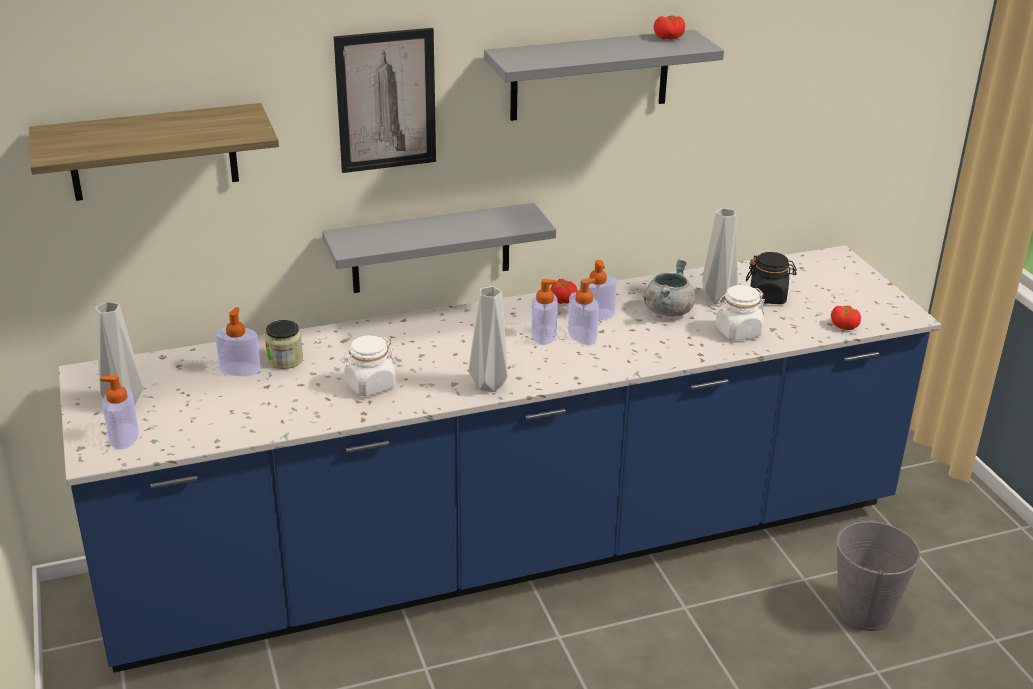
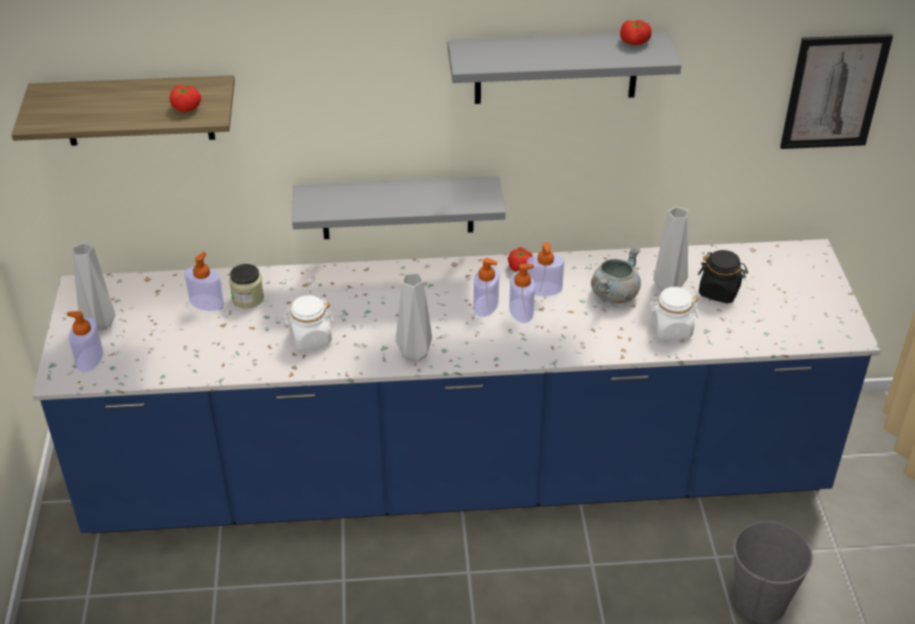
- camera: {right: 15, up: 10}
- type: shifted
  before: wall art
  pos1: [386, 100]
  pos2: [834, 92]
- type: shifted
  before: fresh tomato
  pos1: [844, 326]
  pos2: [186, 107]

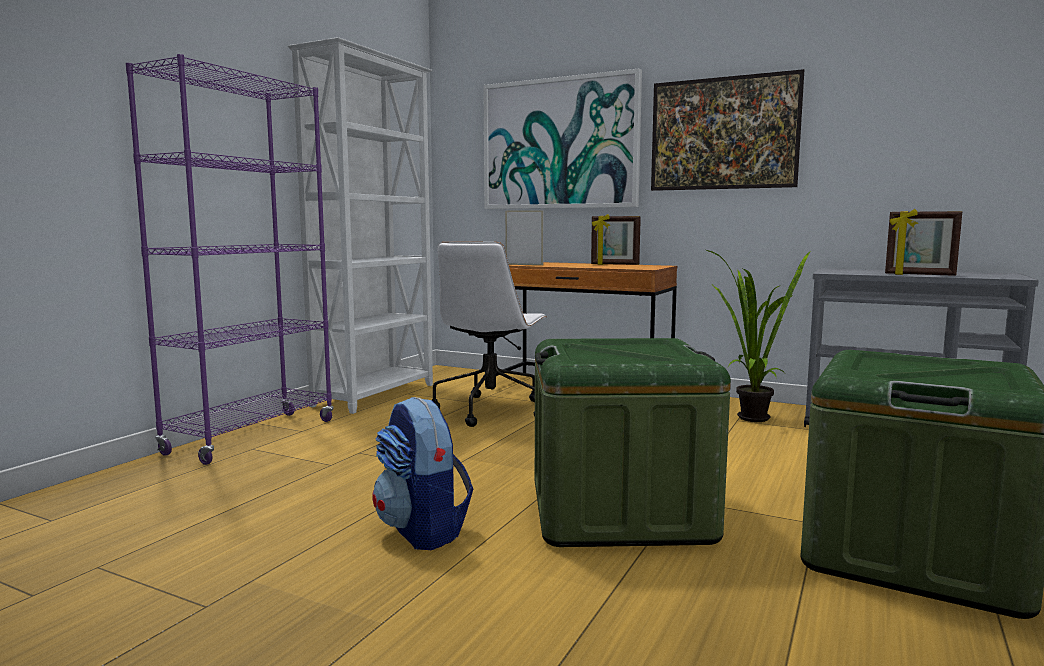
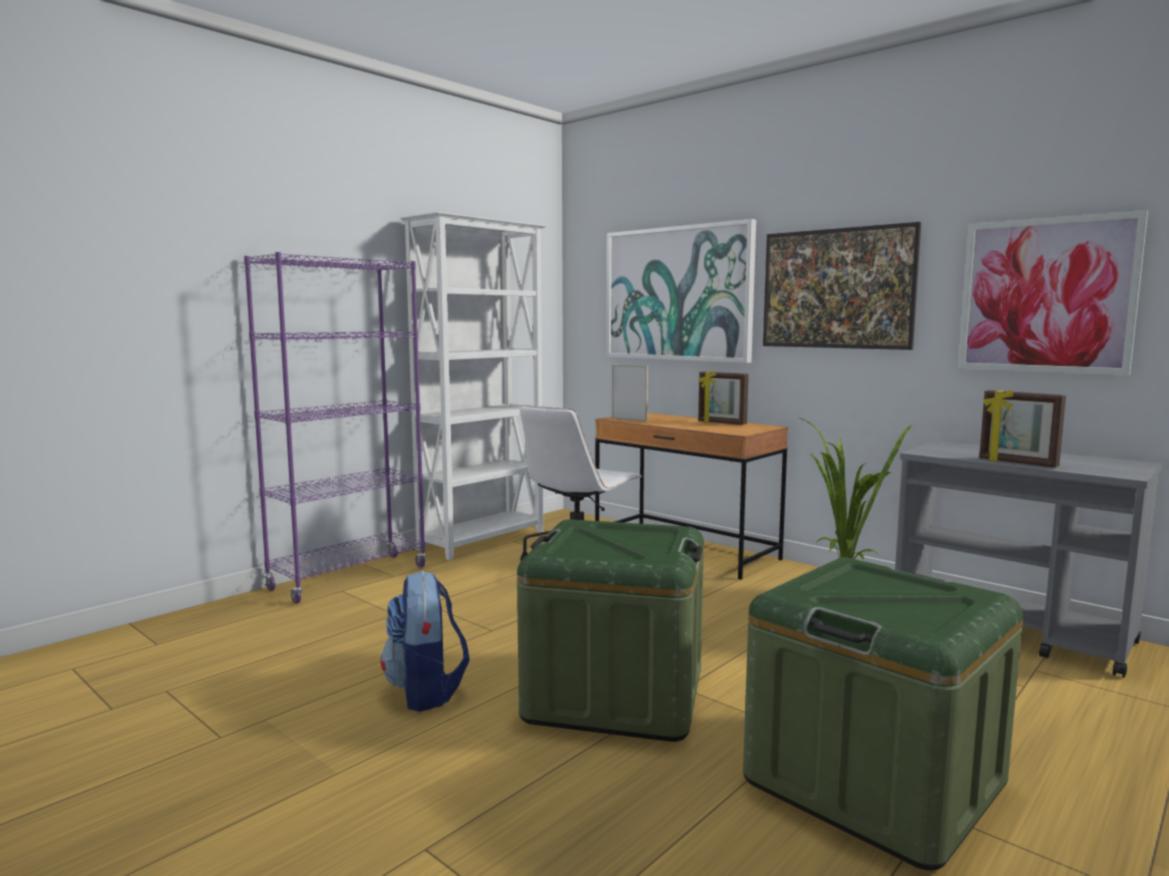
- camera: {right: 15, up: 0}
- type: new
  after: wall art
  pos2: [1046, 295]

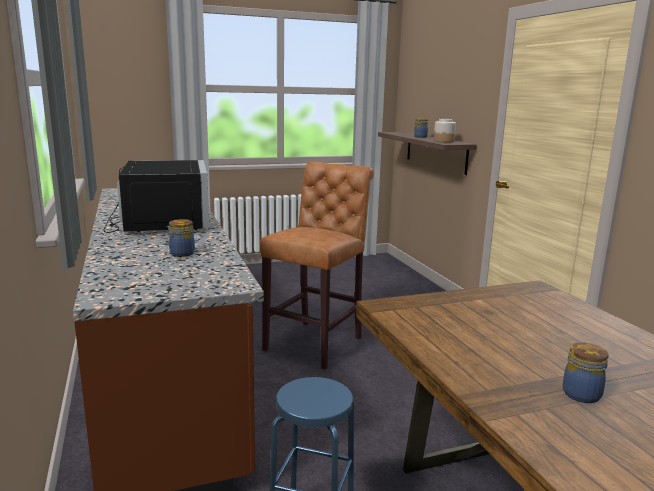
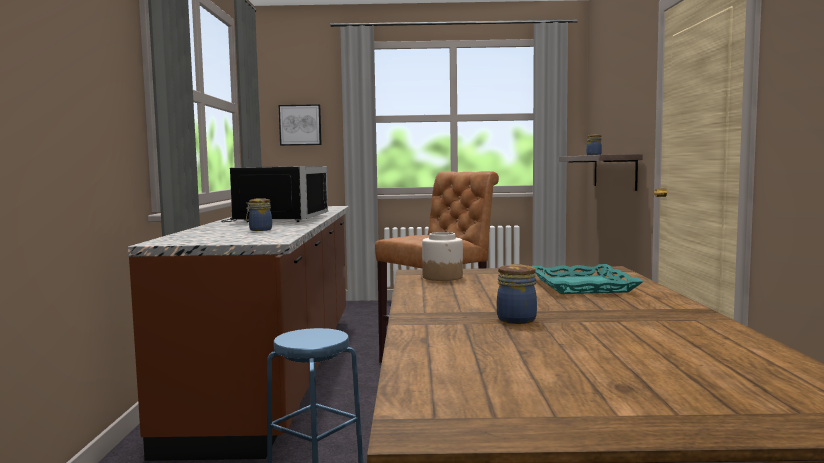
- camera: {right: 20, up: -10}
- type: new
  after: wall art
  pos2: [300, 125]
- type: new
  after: turquoise serving tray
  pos2: [583, 286]
- type: shifted
  before: preserve jar
  pos1: [443, 141]
  pos2: [443, 277]

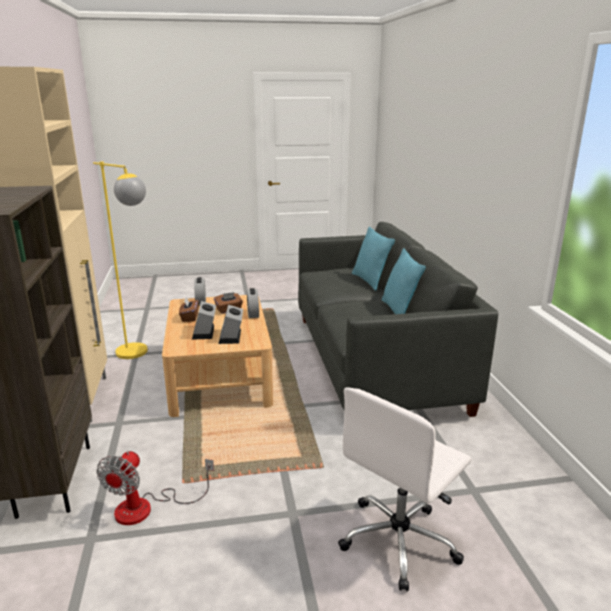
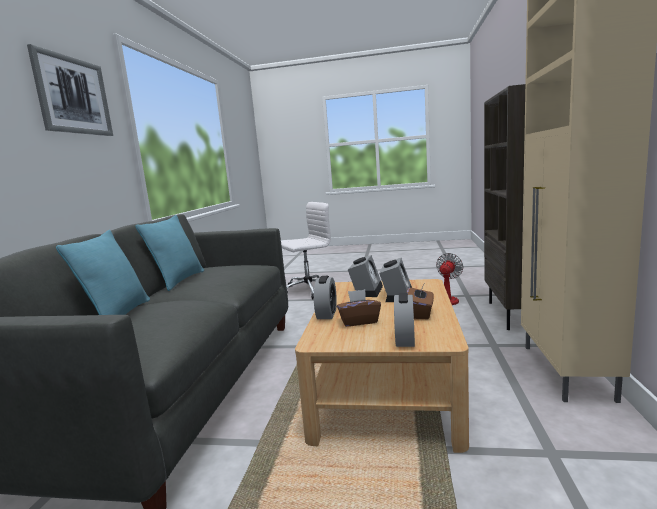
- camera: {right: -160, up: -10}
- type: gone
  before: yellow-coloured standard lamp
  pos1: [139, 354]
- type: new
  after: wall art
  pos2: [73, 96]

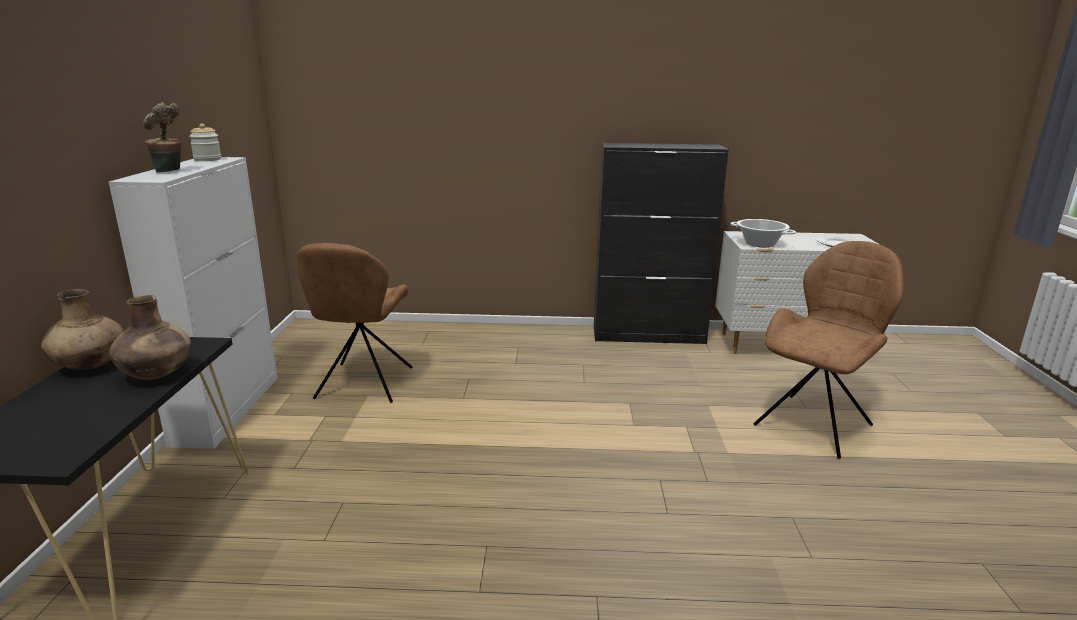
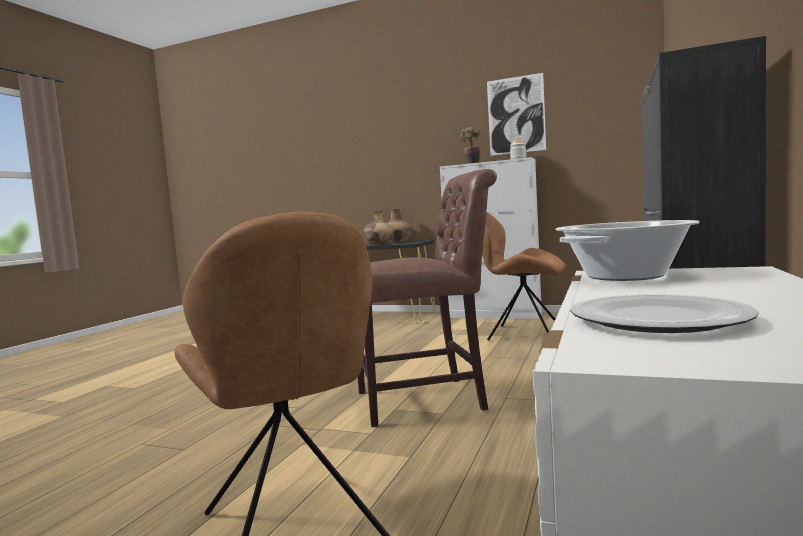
- camera: {right: 110, up: -15}
- type: new
  after: brown-coloured chair
  pos2: [428, 400]
- type: new
  after: wall art
  pos2: [516, 115]

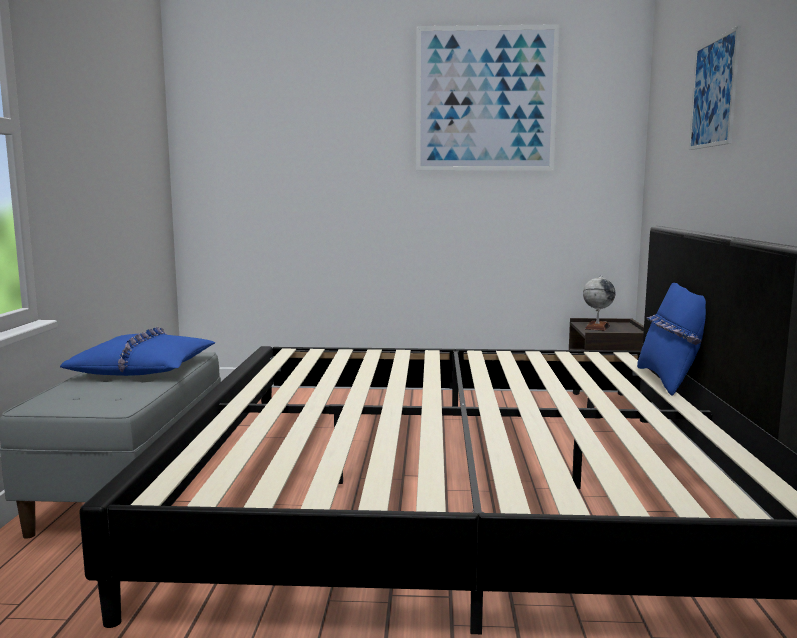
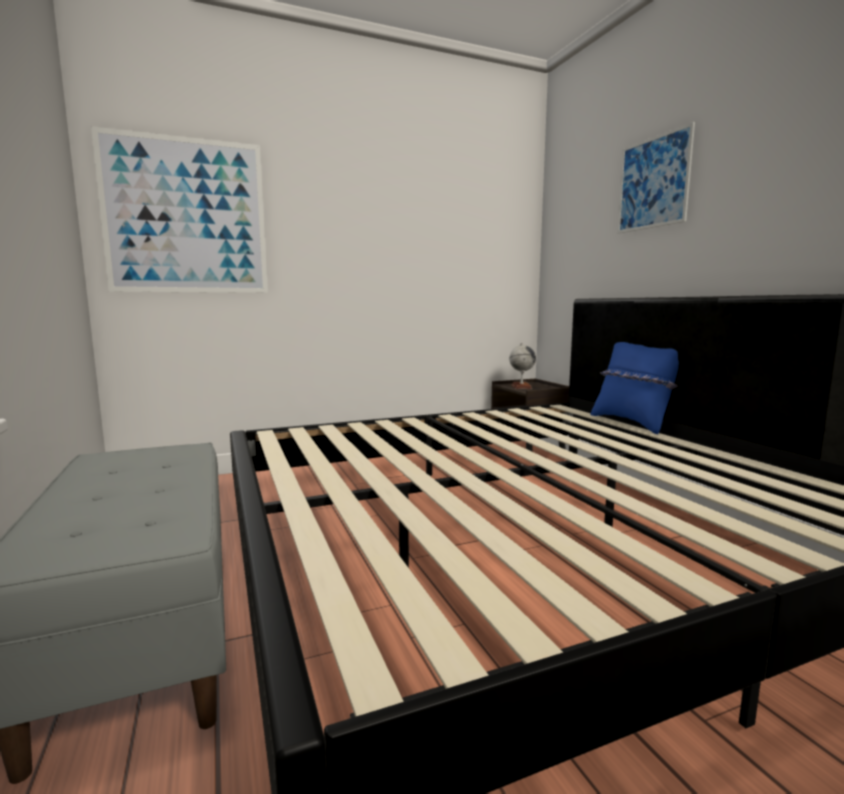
- camera: {right: -25, up: 0}
- type: gone
  before: blue-coloured throw pillow
  pos1: [144, 368]
- type: shifted
  before: wall art
  pos1: [485, 99]
  pos2: [186, 216]

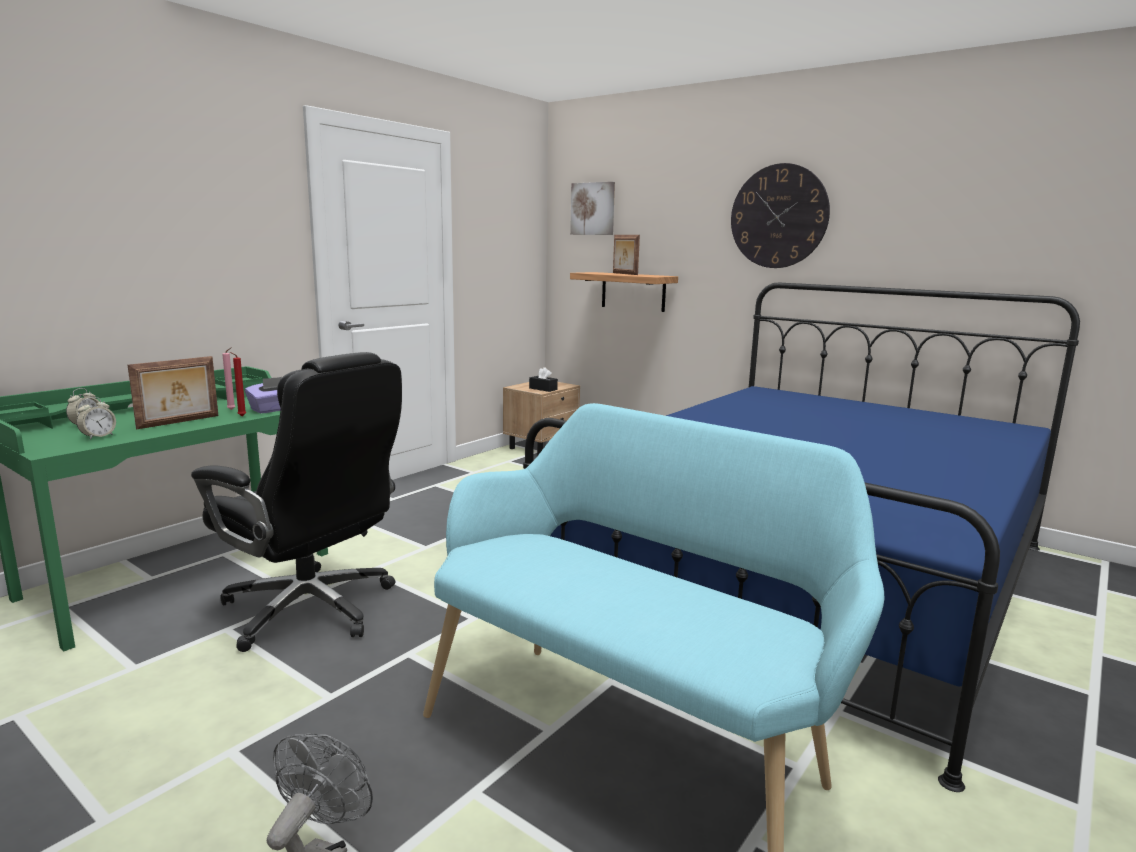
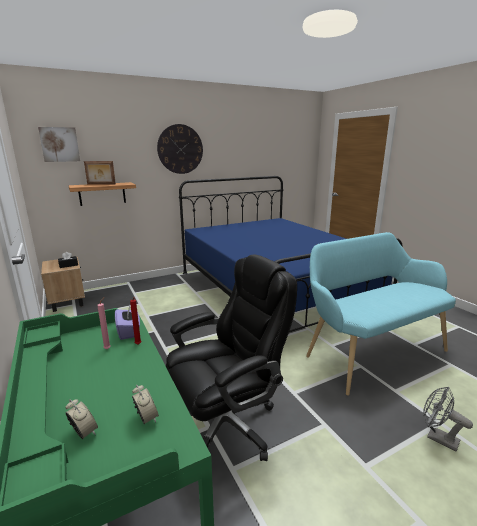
- camera: {right: -65, up: 5}
- type: gone
  before: photo frame
  pos1: [179, 422]

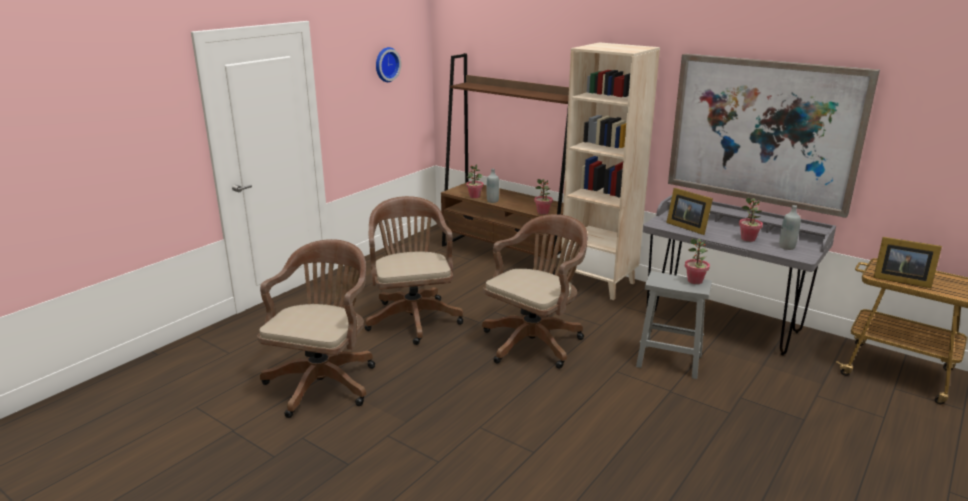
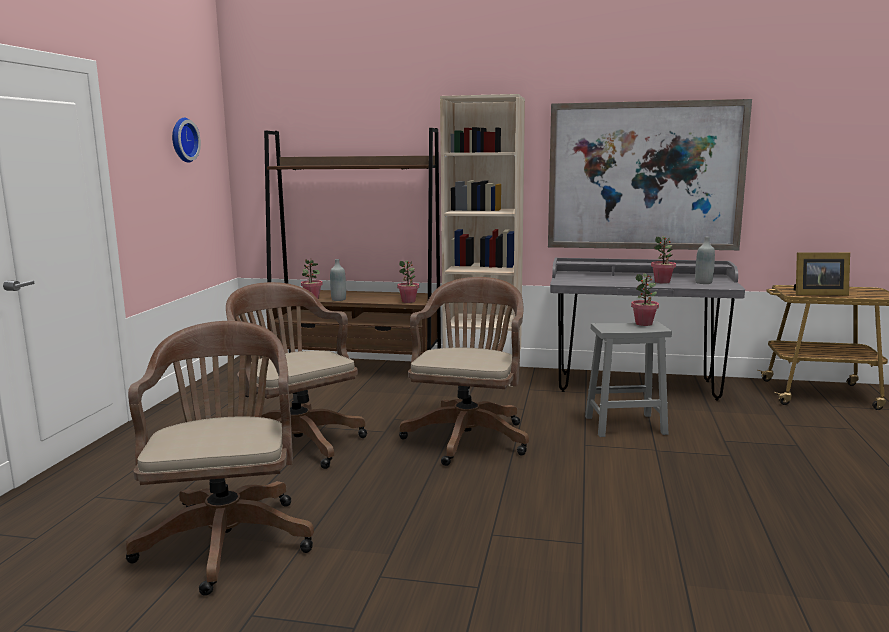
- camera: {right: -25, up: -10}
- type: gone
  before: photo frame
  pos1: [687, 227]

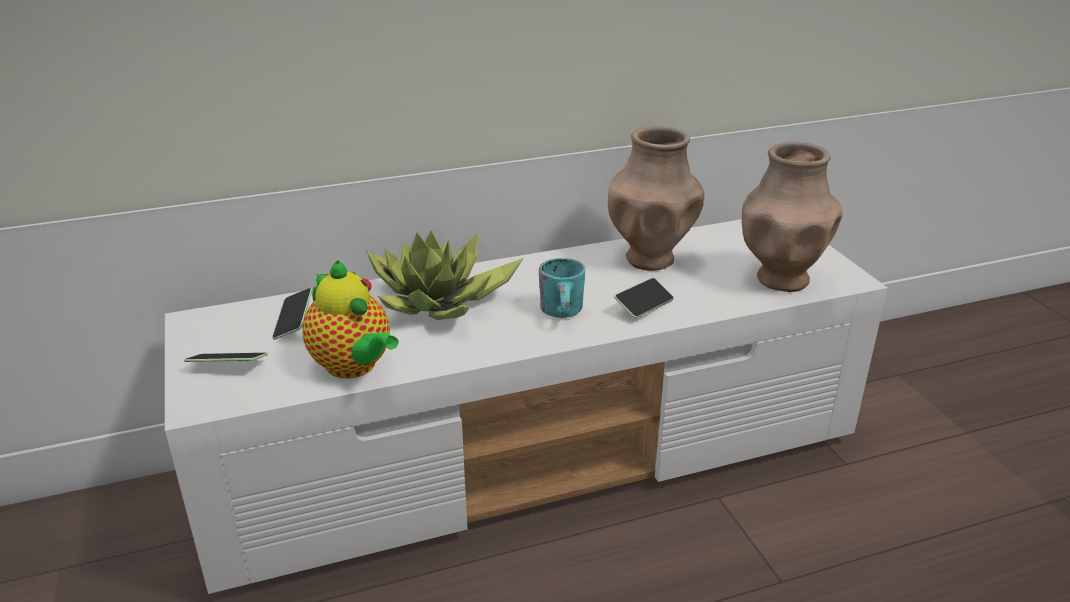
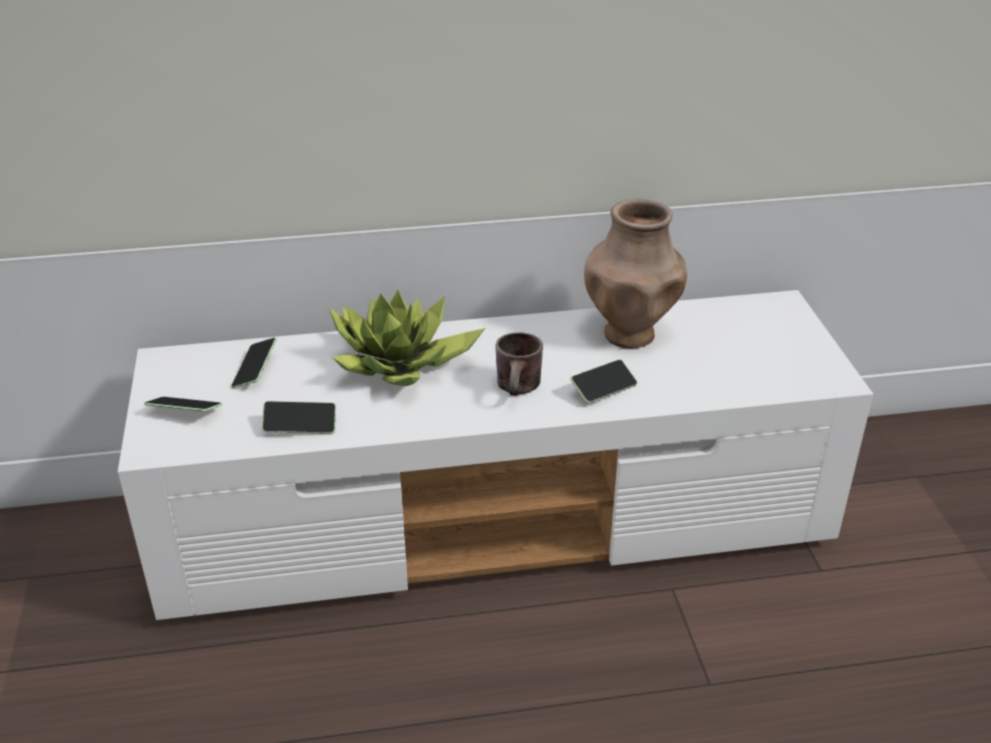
- camera: {right: 10, up: 5}
- type: gone
  before: brown-coloured flower vase
  pos1: [781, 279]
- type: swapped
  before: teapot
  after: phone
  pos1: [354, 367]
  pos2: [300, 426]
- type: repainted
  before: turquoise mug
  after: brown-coloured mug
  pos1: [566, 313]
  pos2: [521, 389]

